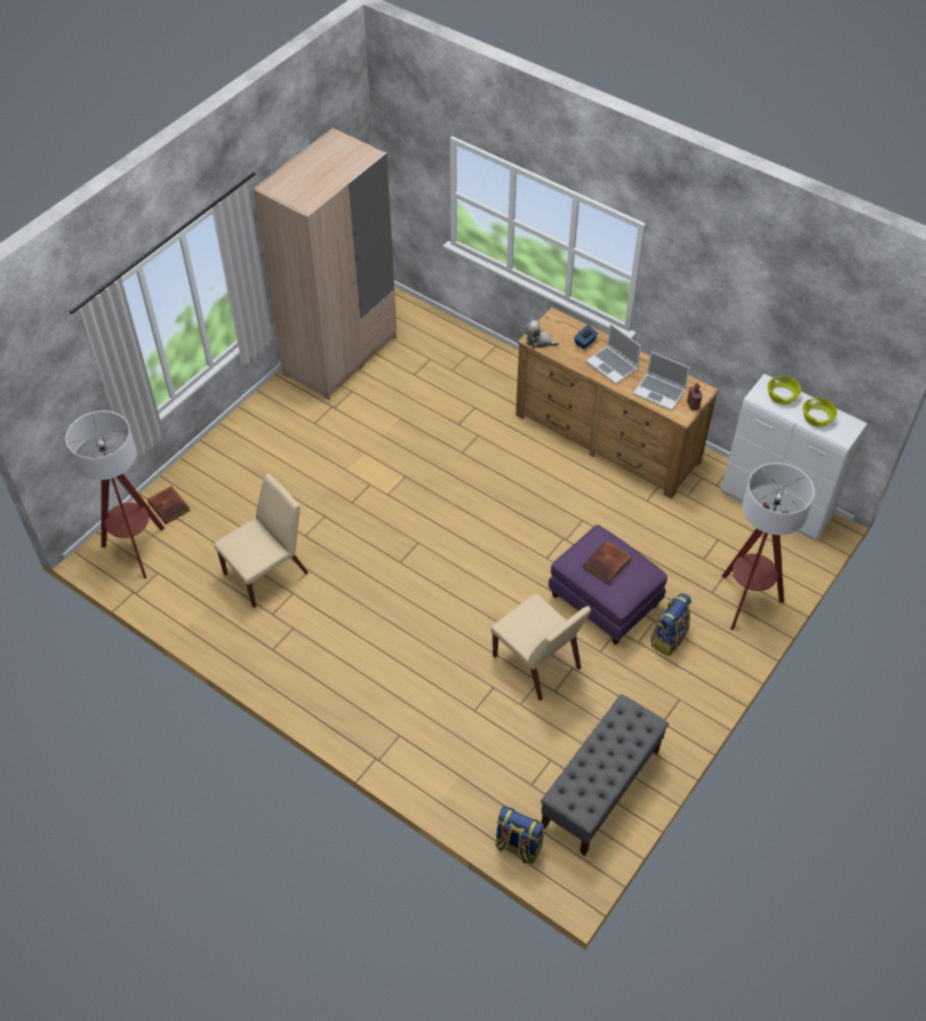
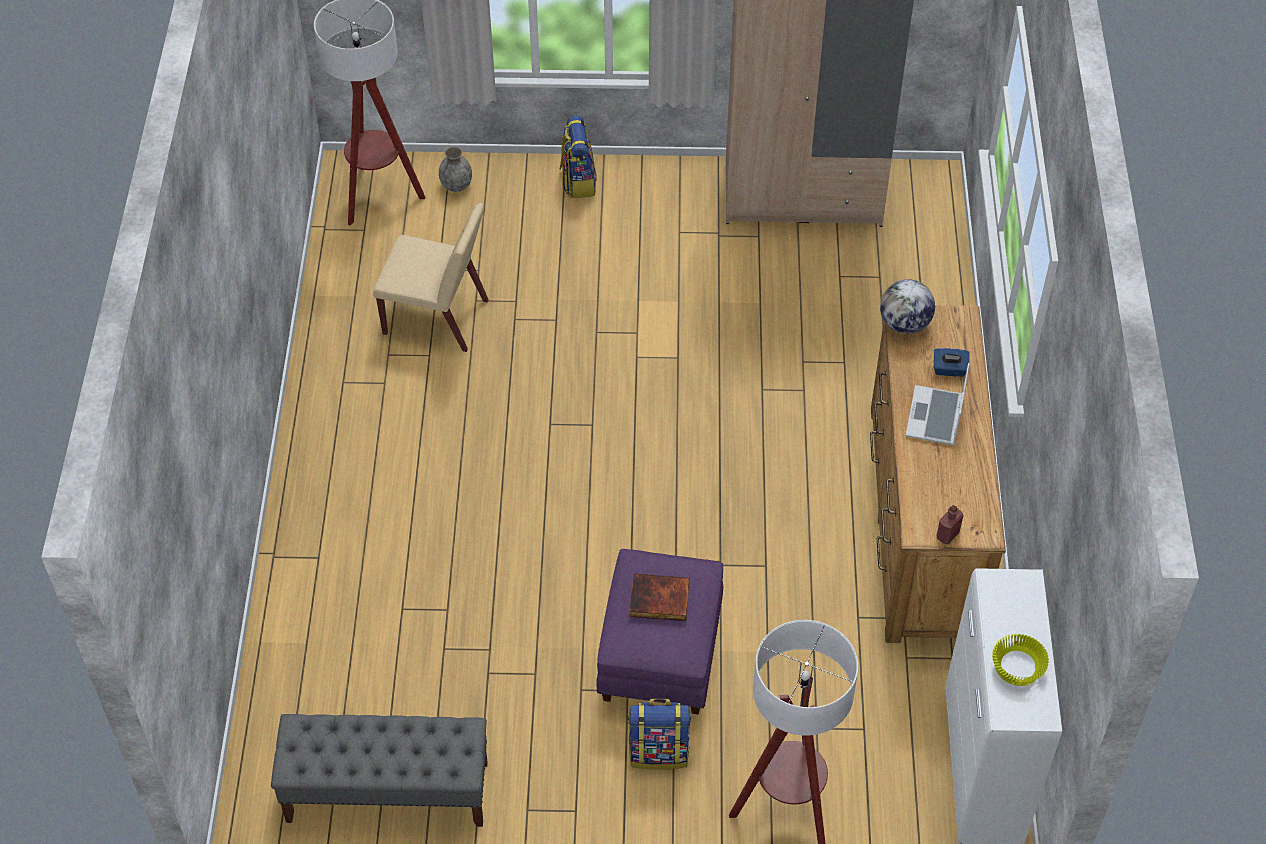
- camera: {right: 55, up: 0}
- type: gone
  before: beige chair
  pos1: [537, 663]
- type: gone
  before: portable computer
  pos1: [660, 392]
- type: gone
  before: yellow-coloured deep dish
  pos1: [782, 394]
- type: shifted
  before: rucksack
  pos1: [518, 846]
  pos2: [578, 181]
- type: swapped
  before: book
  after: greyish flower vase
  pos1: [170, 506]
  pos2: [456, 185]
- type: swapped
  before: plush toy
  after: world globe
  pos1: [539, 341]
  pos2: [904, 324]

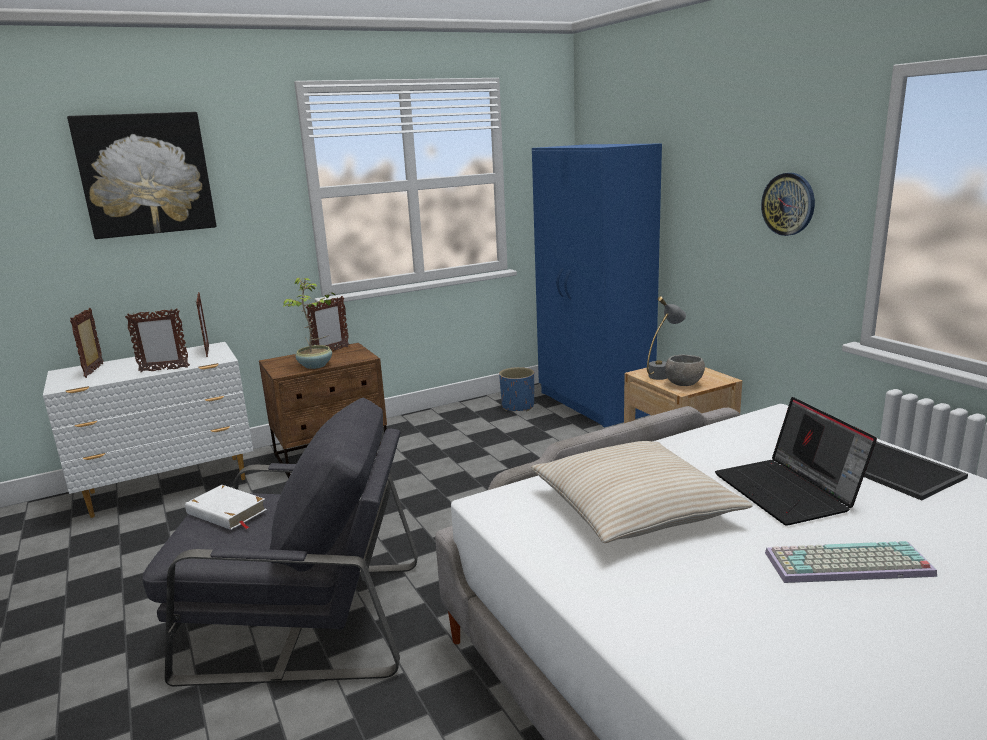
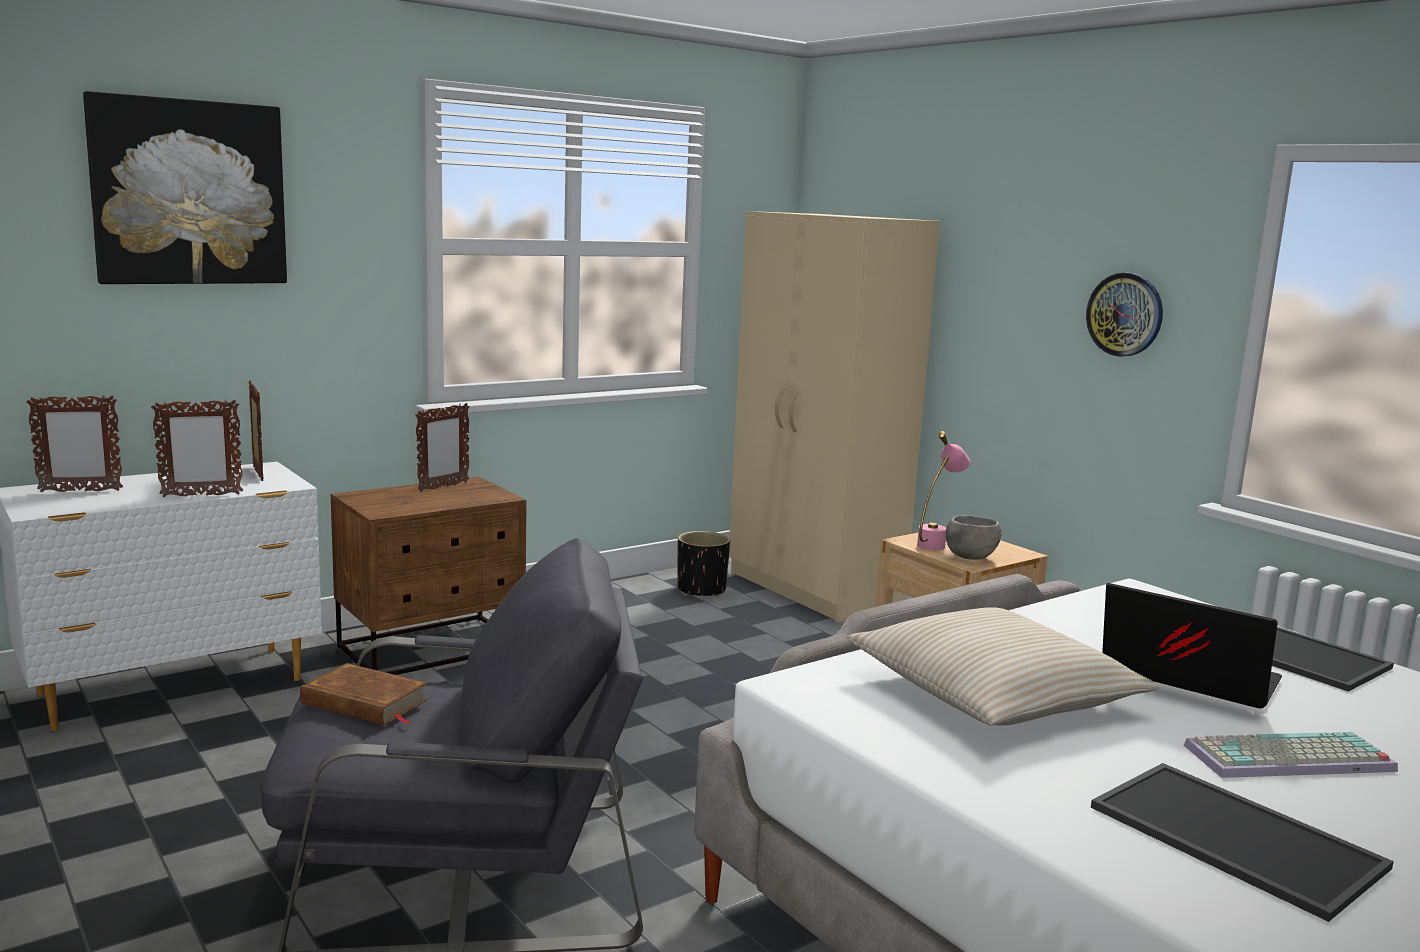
- camera: {right: -10, up: -5}
- type: gone
  before: plant in a pot
  pos1: [316, 365]
- type: new
  after: serving tray
  pos2: [1230, 837]
- type: repainted
  before: white-coloured book
  after: brown-coloured book
  pos1: [226, 512]
  pos2: [364, 702]
- type: repainted
  before: blue-coloured flower pot
  after: black flower pot
  pos1: [518, 406]
  pos2: [701, 590]
- type: repainted
  before: blue-coloured clothes cupboard
  after: beige clothes cupboard
  pos1: [594, 403]
  pos2: [814, 590]
- type: repainted
  before: greyish table lamp
  after: pinkish table lamp
  pos1: [663, 374]
  pos2: [936, 543]
- type: rotated
  before: photo frame
  pos1: [95, 370]
  pos2: [80, 491]
  turn: -90
- type: rotated
  before: portable computer
  pos1: [789, 492]
  pos2: [1184, 679]
  turn: 150

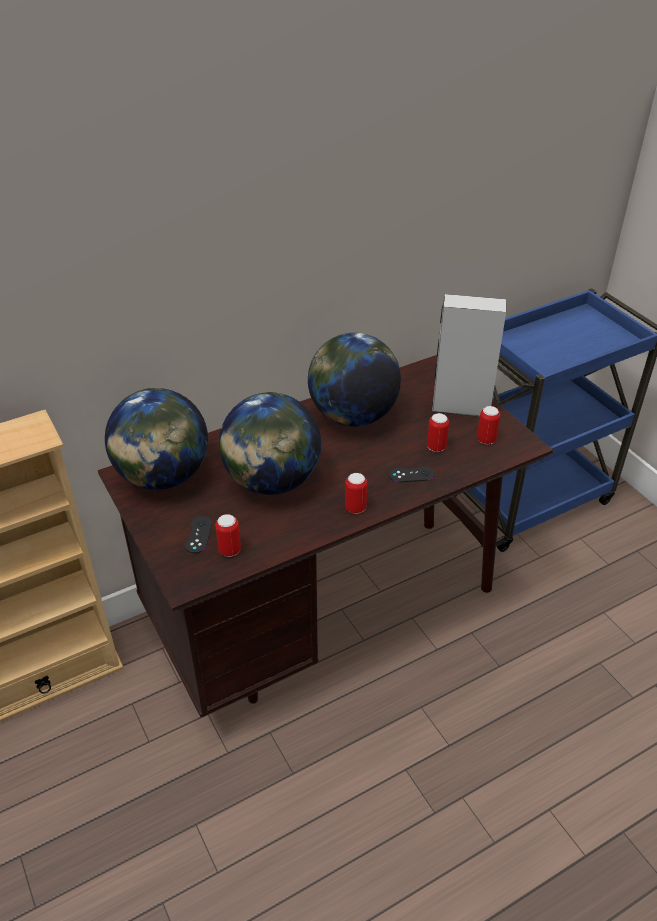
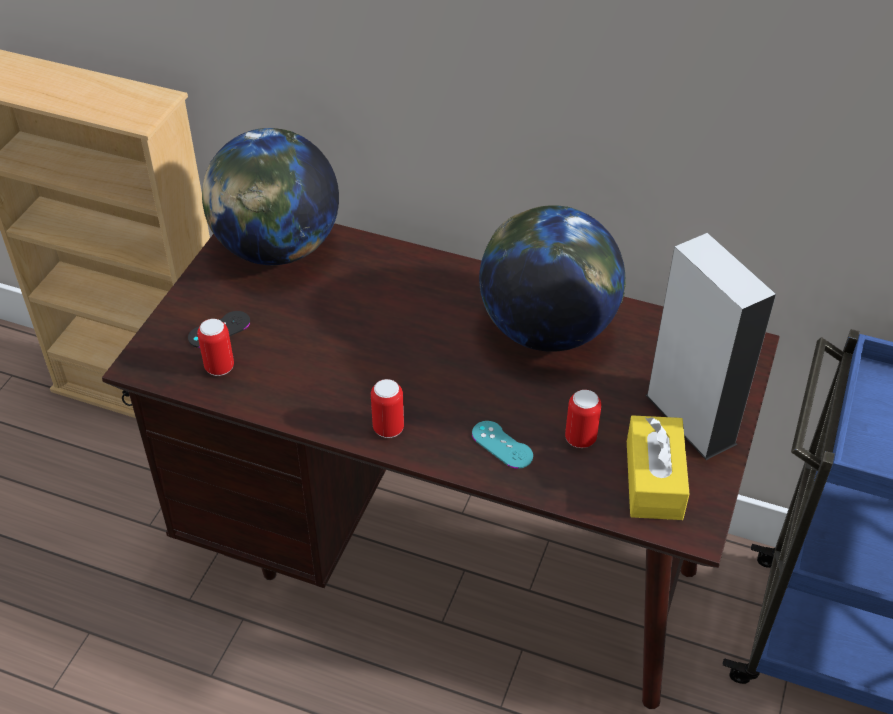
- camera: {right: 50, up: 5}
- type: gone
  before: world globe
  pos1: [272, 481]
- type: swapped
  before: metal can
  after: yellow-coloured tissue holder
  pos1: [486, 440]
  pos2: [654, 480]
- type: repainted
  before: black game controller
  after: turquoise game controller
  pos1: [411, 474]
  pos2: [502, 445]

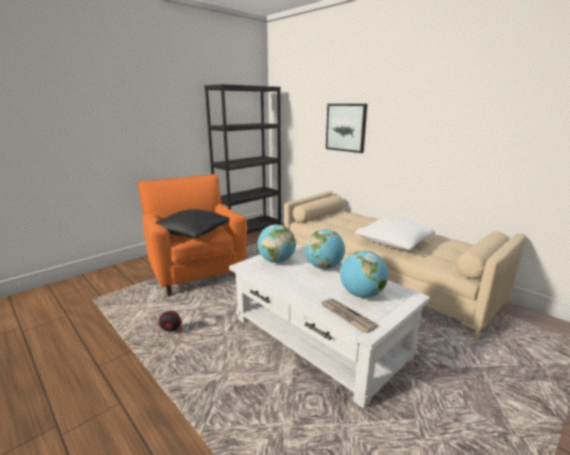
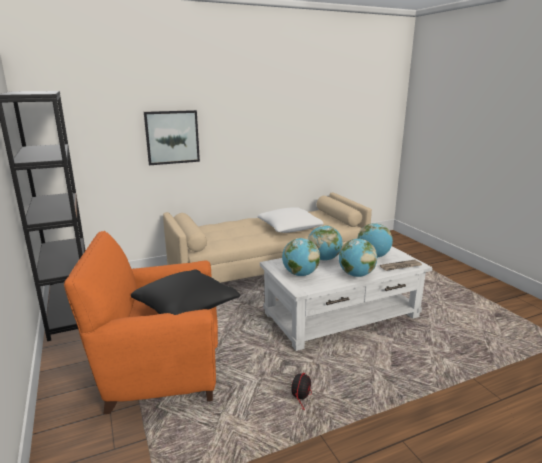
- camera: {right: -70, up: 0}
- type: new
  after: world globe
  pos2: [356, 275]

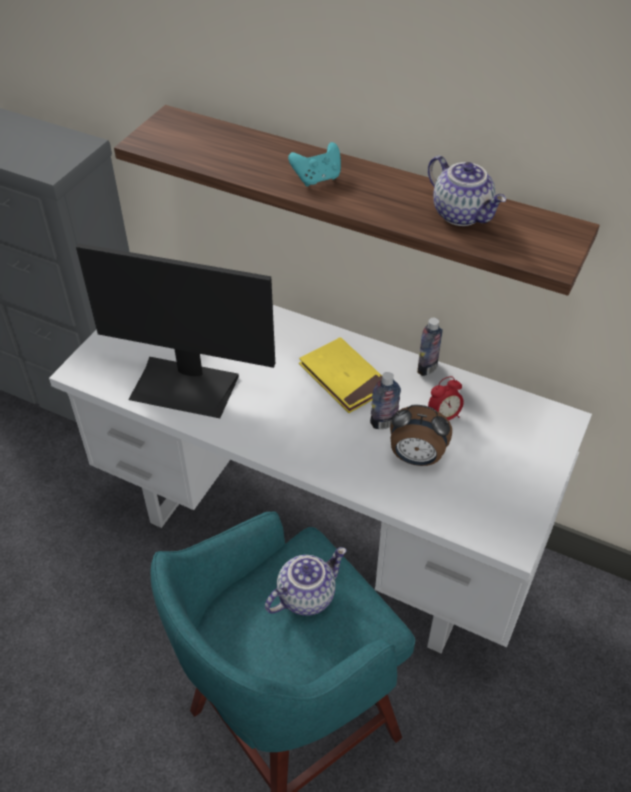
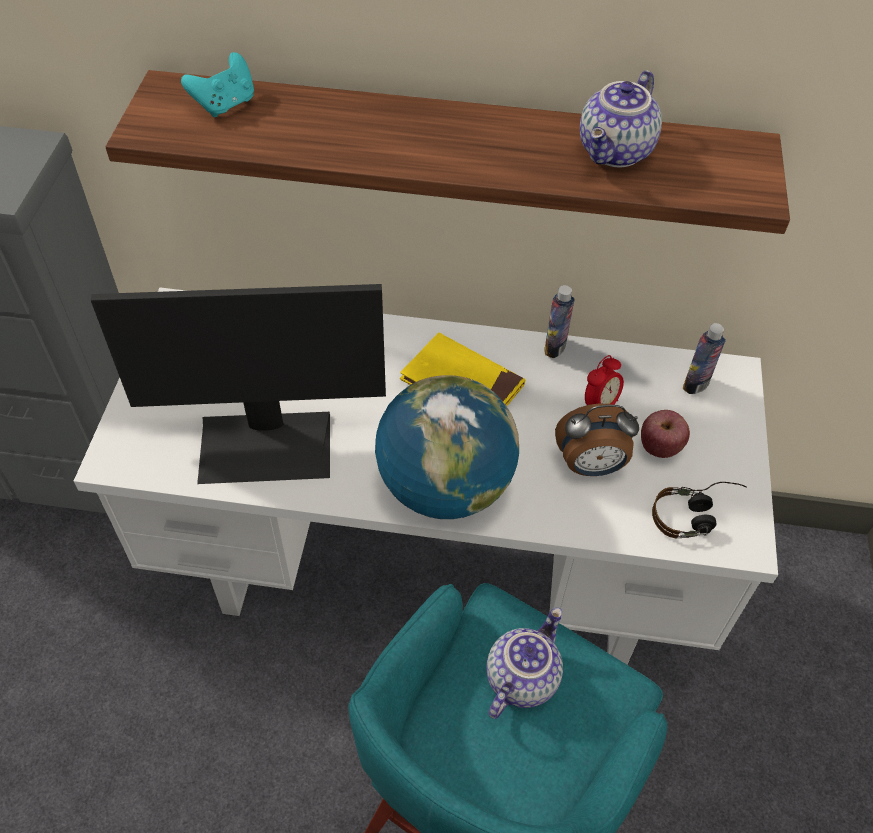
- camera: {right: -20, up: 5}
- type: new
  after: world globe
  pos2: [445, 486]
- type: new
  after: apple fruit
  pos2: [660, 447]
- type: new
  after: headphones
  pos2: [696, 515]
- type: shifted
  before: turquoise game controller
  pos1: [317, 179]
  pos2: [225, 105]
- type: shifted
  before: drink bottle
  pos1: [383, 423]
  pos2: [696, 384]
- type: rotated
  before: teapot
  pos1: [462, 214]
  pos2: [616, 152]
  turn: 90

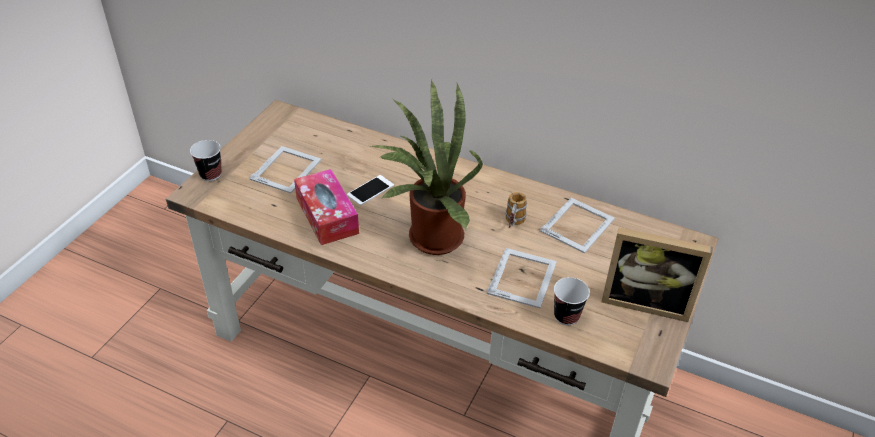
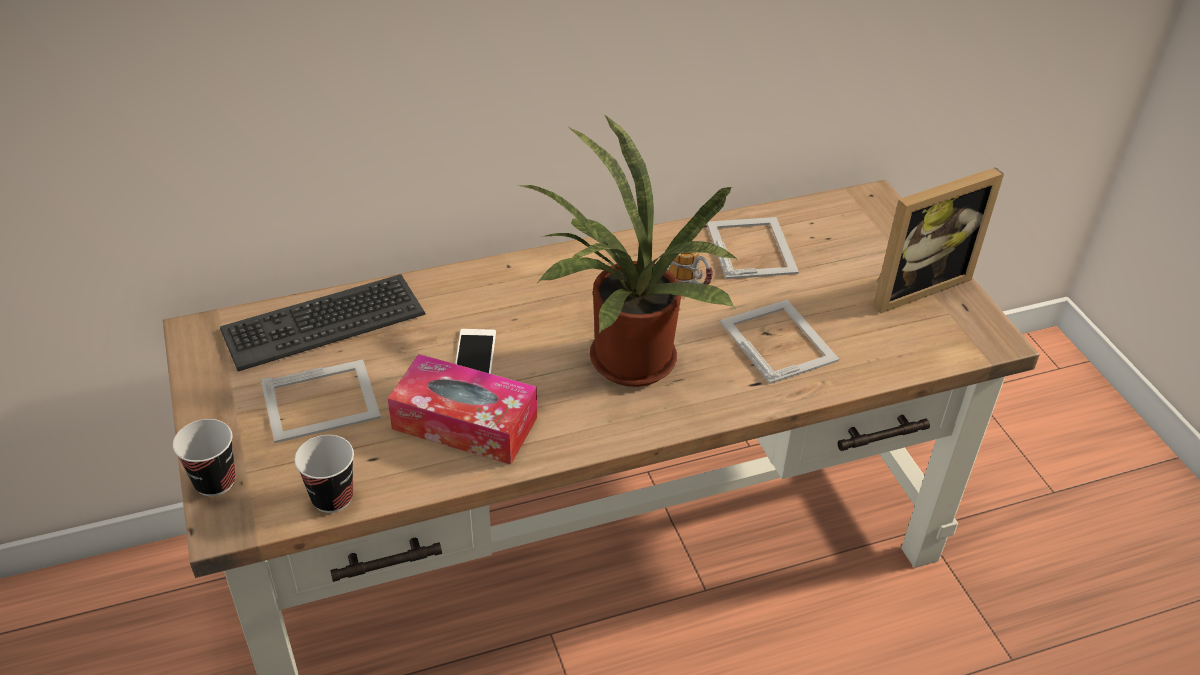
- camera: {right: -45, up: 0}
- type: new
  after: computer keyboard
  pos2: [323, 321]
- type: shifted
  before: small cup
  pos1: [566, 316]
  pos2: [332, 497]
- type: rotated
  before: photo frame
  pos1: [287, 169]
  pos2: [322, 401]
  turn: 90

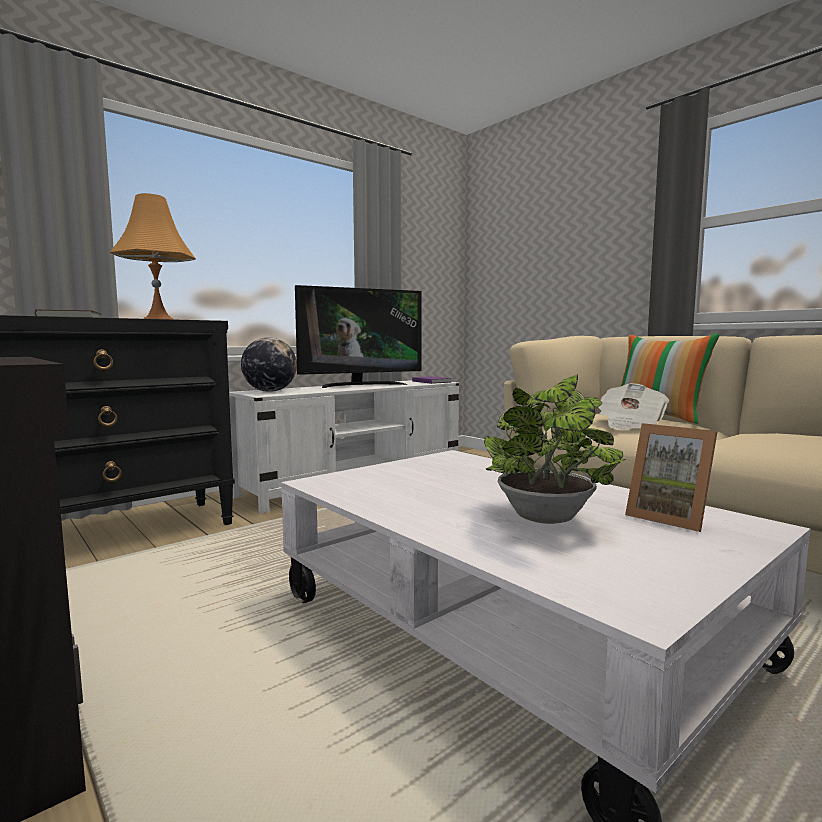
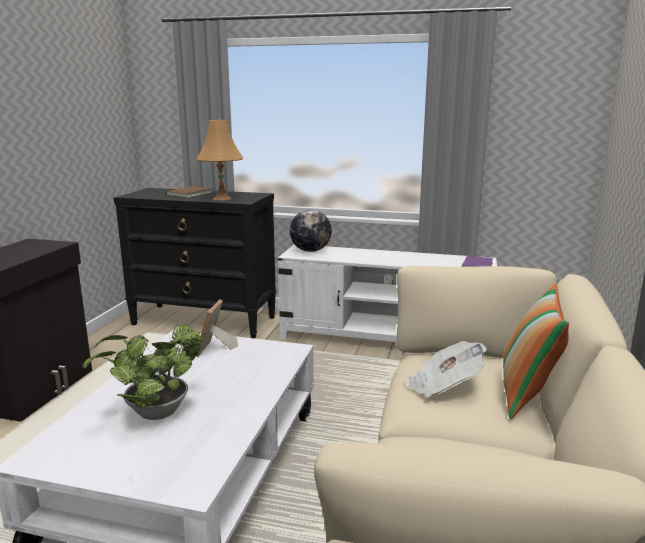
- camera: {right: 55, up: 10}
- type: gone
  before: TV
  pos1: [360, 385]
- type: shifted
  before: photo frame
  pos1: [669, 518]
  pos2: [215, 350]

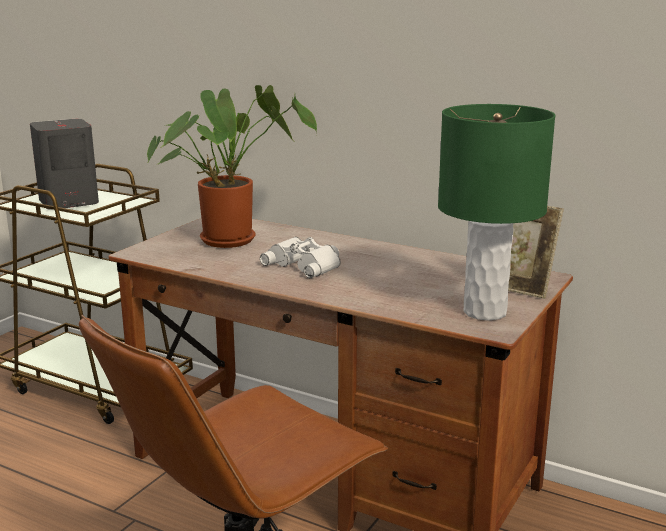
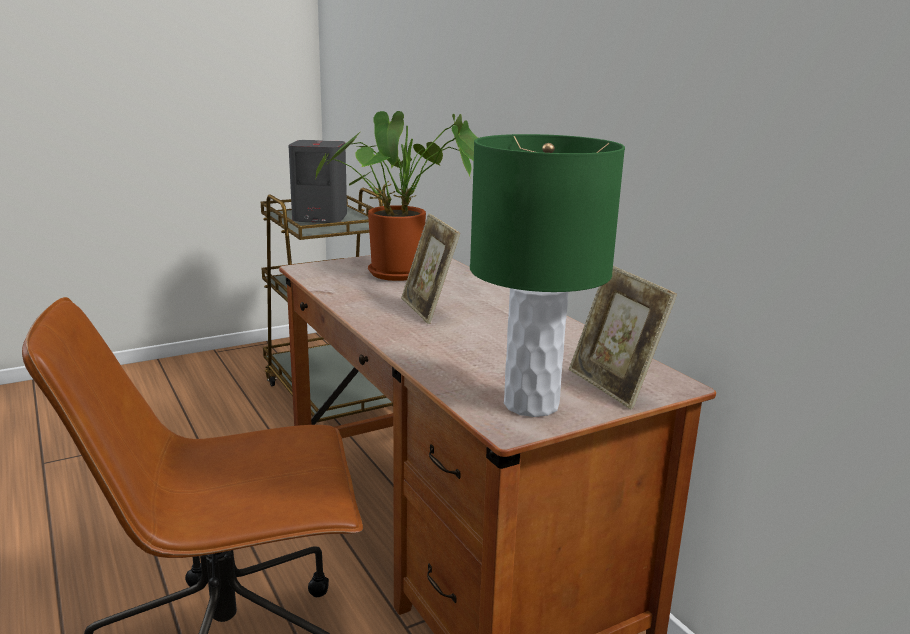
- camera: {right: 30, up: 0}
- type: swapped
  before: white-coloured binoculars
  after: photo frame
  pos1: [305, 264]
  pos2: [428, 310]

